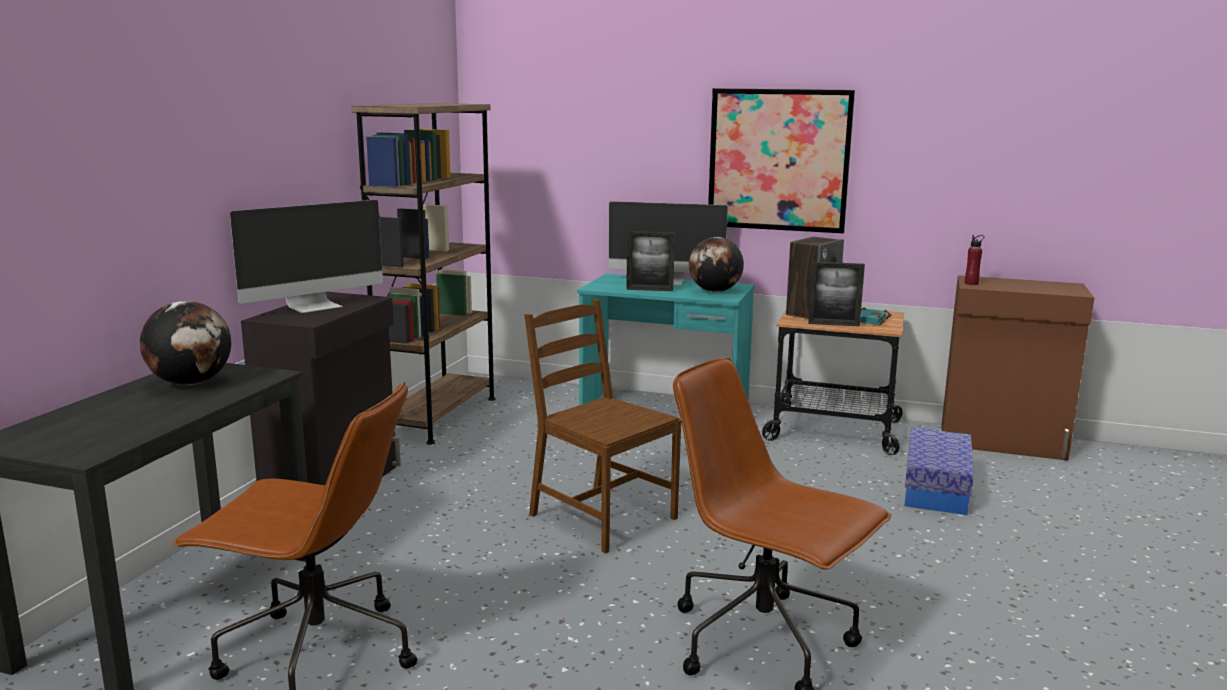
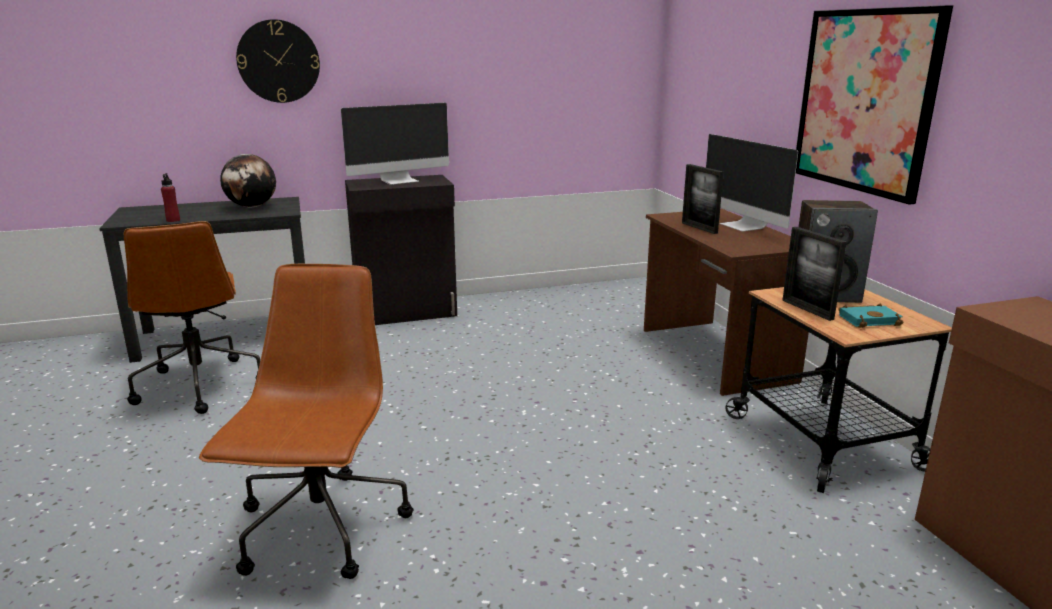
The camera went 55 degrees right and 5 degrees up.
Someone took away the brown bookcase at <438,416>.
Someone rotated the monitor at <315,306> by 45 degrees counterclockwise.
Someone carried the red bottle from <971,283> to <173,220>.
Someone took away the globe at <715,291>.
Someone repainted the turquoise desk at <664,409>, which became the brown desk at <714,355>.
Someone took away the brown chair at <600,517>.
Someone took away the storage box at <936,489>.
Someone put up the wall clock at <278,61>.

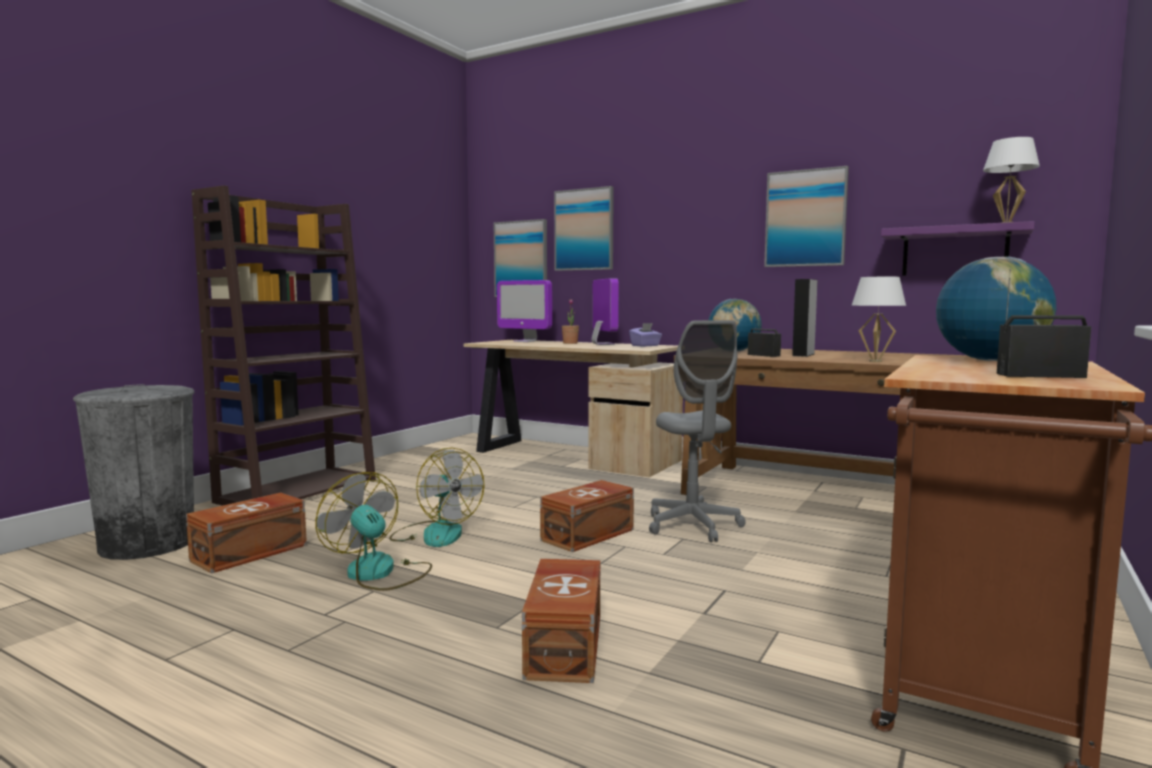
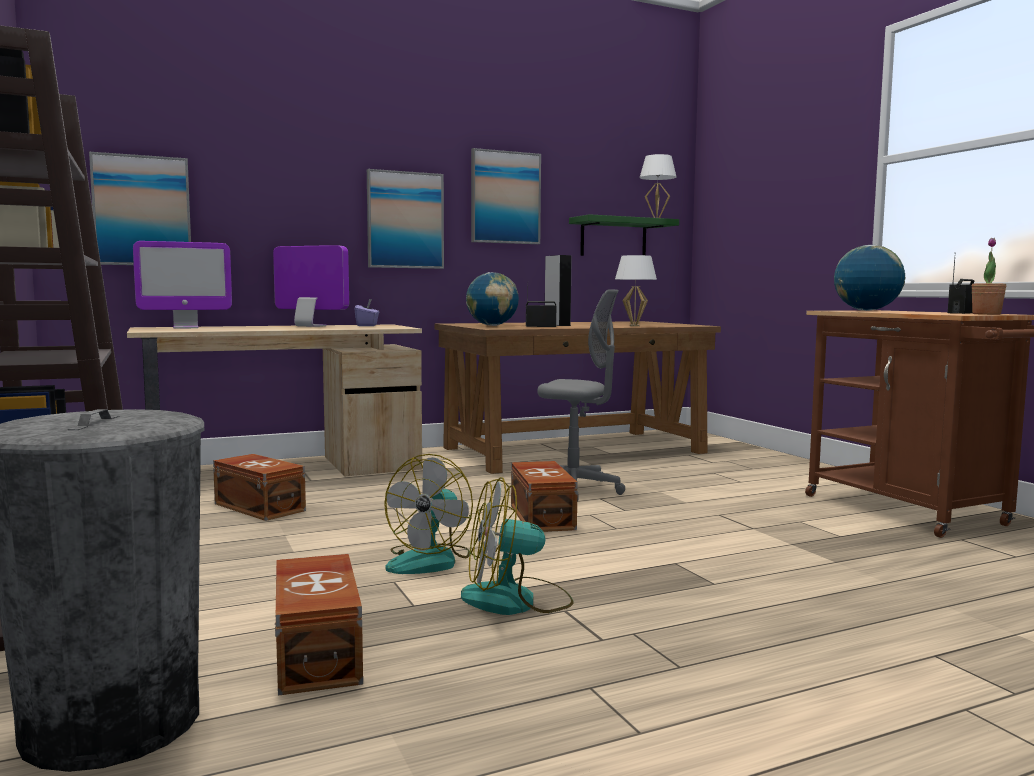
The camera went 55 degrees left and 0 degrees up.
Someone carried the picture from <584,230> to <405,220>.
Someone repainted the purple shelf at <954,252>, which became the green shelf at <613,238>.
Someone carried the potted plant from <570,343> to <986,314>.
Someone rotated the fan at <435,533> by 120 degrees clockwise.
Someone carried the brown storage box from <567,645> to <260,506>.

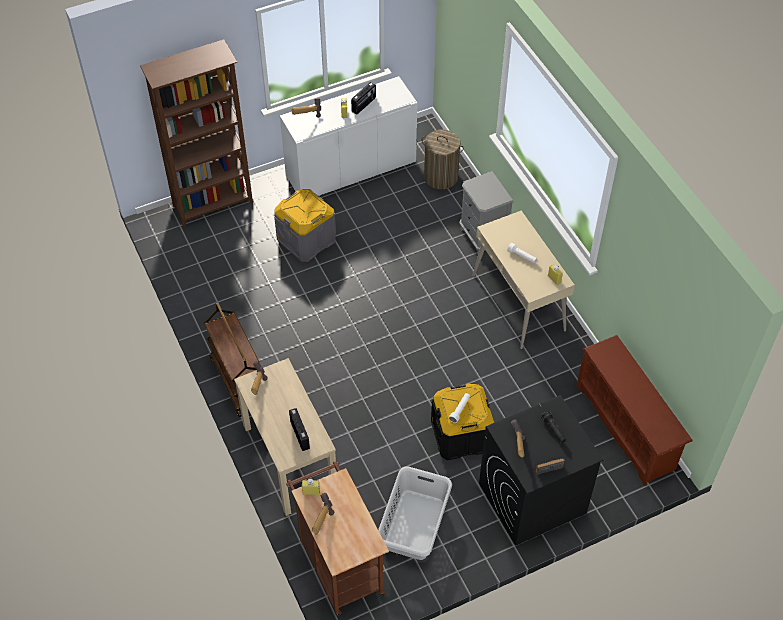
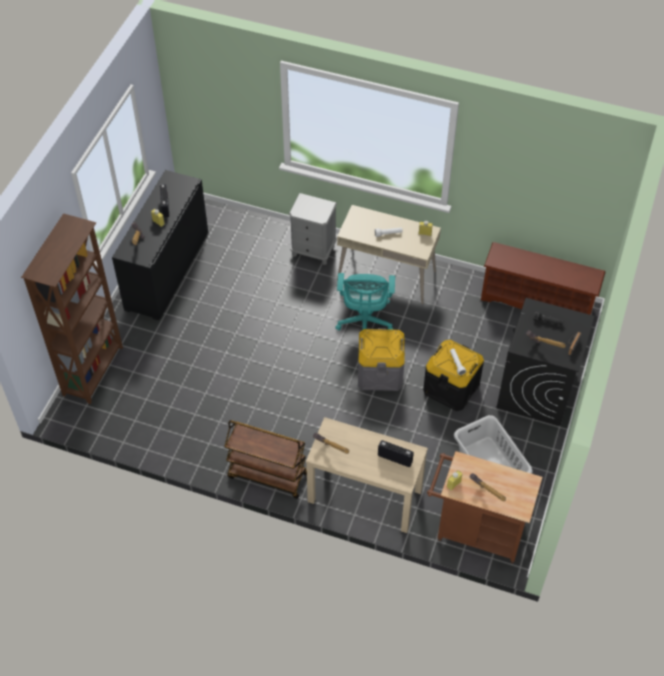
The camera went 45 degrees left and 0 degrees up.
Someone repainted the white cabinet at <351,169>, which became the black cabinet at <167,271>.
Someone took away the laundry basket at <441,177>.
Someone carried the grey storage box from <306,239> to <380,372>.
Someone put down the turquoise office chair at <364,324>.

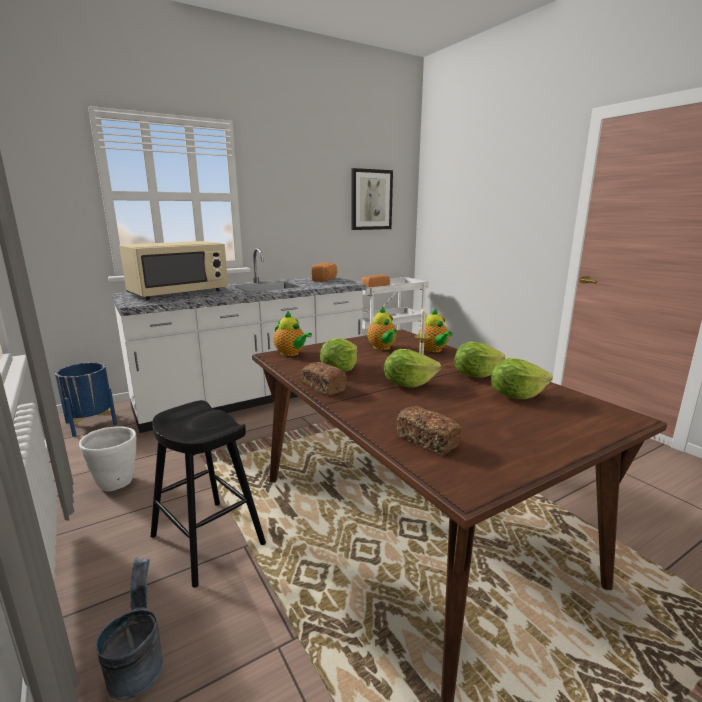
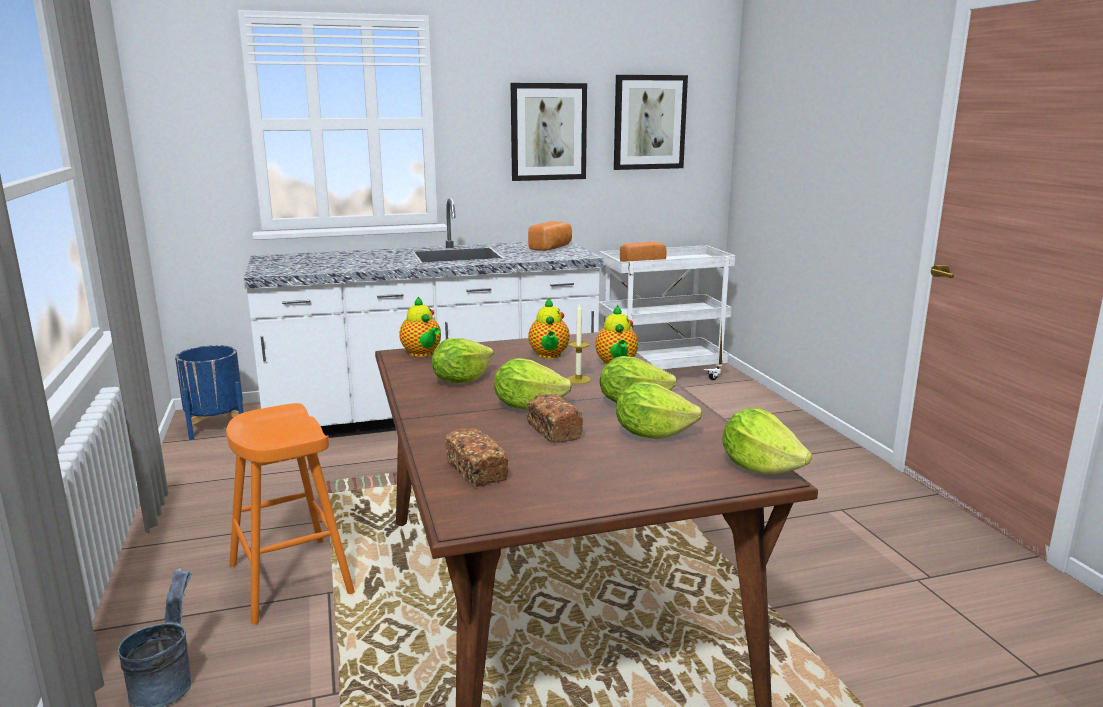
The camera went 15 degrees right and 0 degrees up.
Someone took away the beige microwave at <179,293>.
Someone carried the bread from <323,387> to <553,431>.
Someone repainted the black stool at <208,540>, which became the orange stool at <290,579>.
Someone took away the white planter at <116,483>.
Someone put up the picture at <548,132>.
Someone put down the lettuce at <760,468>.

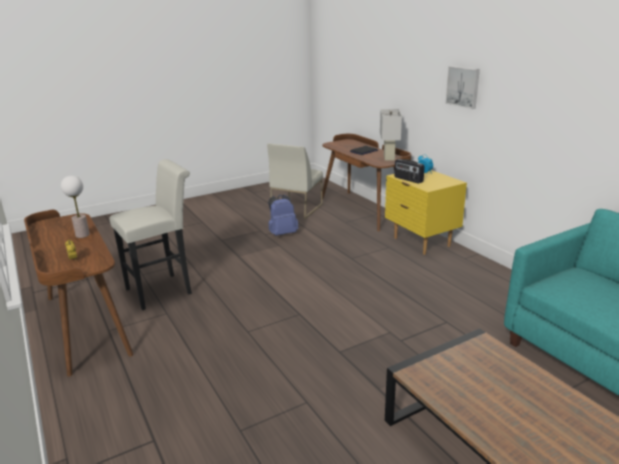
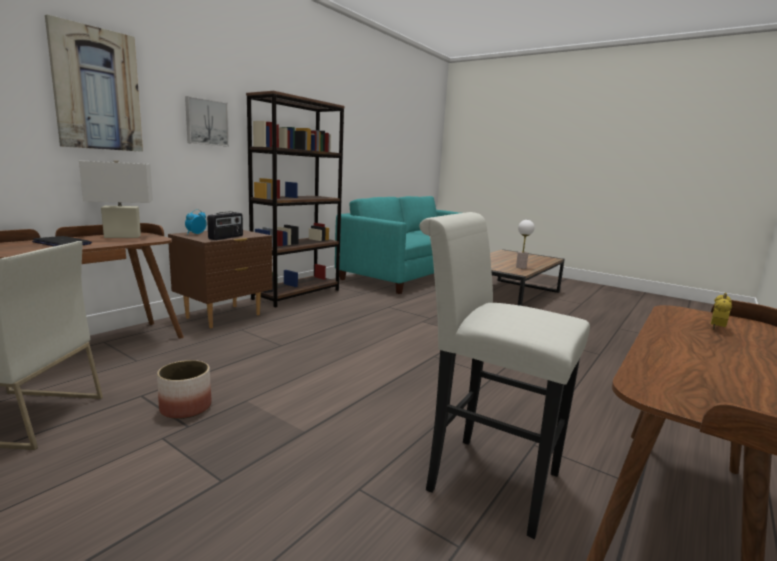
The camera went 115 degrees left and 10 degrees down.
Someone repainted the yellow nightstand at <421,242>, which became the brown nightstand at <224,316>.
Someone carried the table lamp from <82,235> to <521,267>.
Someone swapped the blue backpack at <282,233> for the planter at <185,408>.
Someone put up the picture at <97,90>.
Someone put down the brown bookcase at <297,294>.

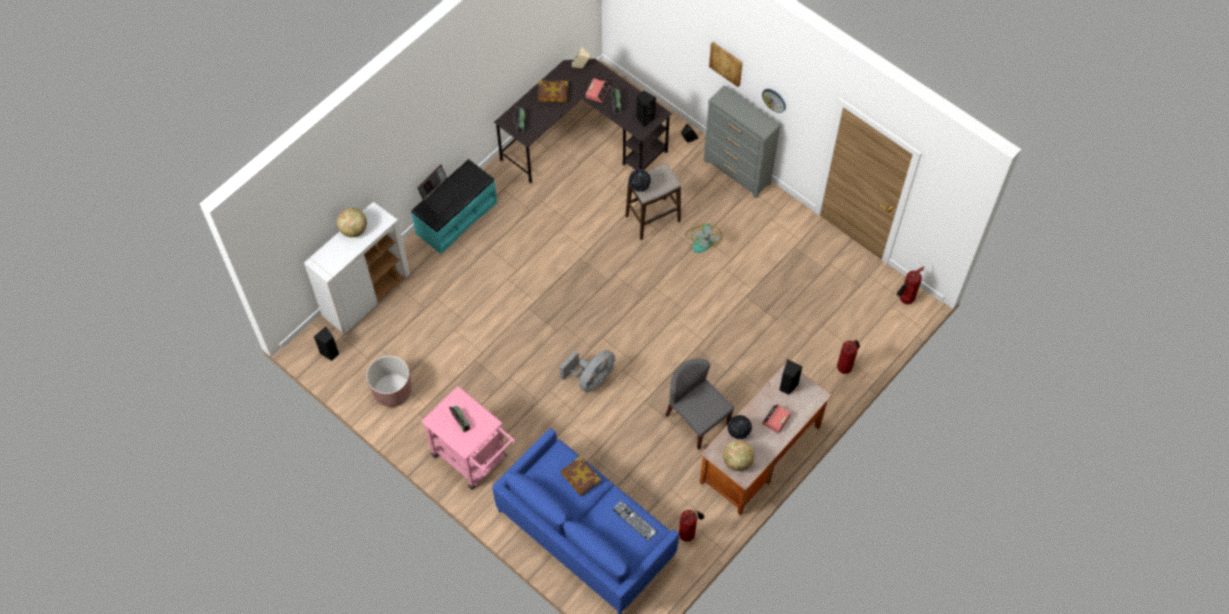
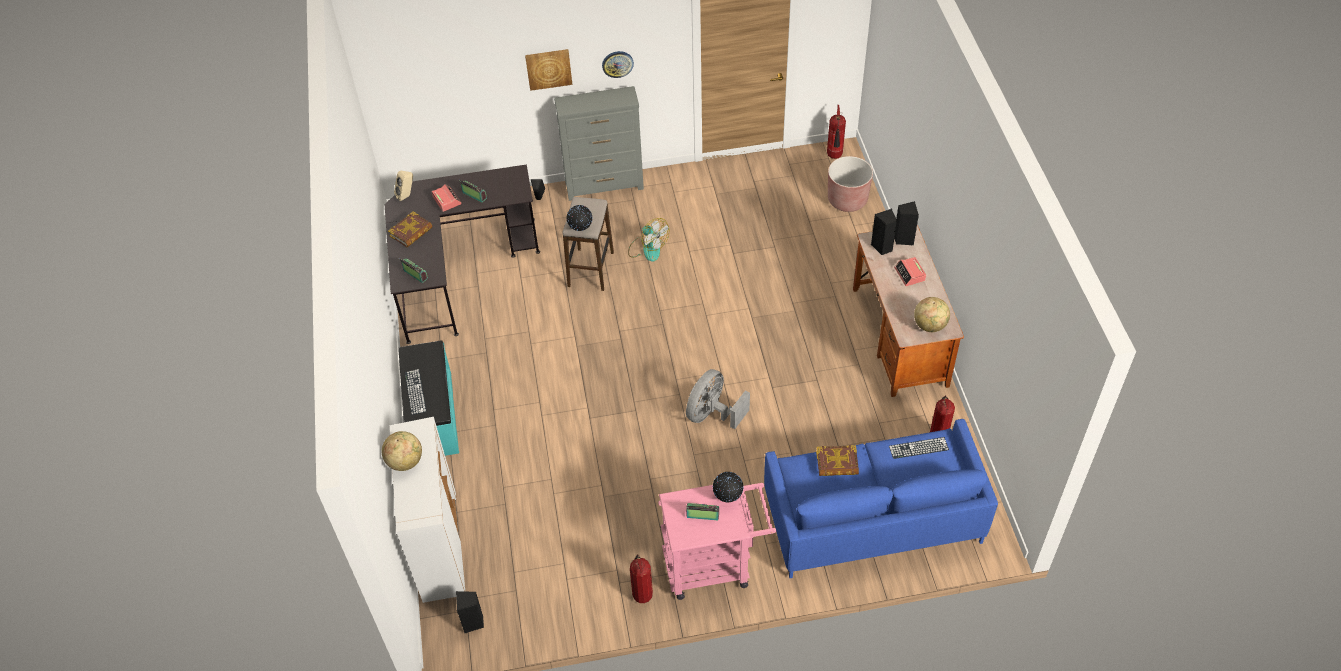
The camera went 50 degrees left and 10 degrees down.
Someone carried the black speaker from <645,119> to <903,239>.
Someone swapped the laptop at <442,195> for the keyboard at <415,392>.
Someone carried the fire extinguisher from <845,366> to <641,594>.
Someone rotated the grey fan at <591,379> by 135 degrees counterclockwise.
Someone carried the brown planter from <392,391> to <847,200>.
Someone took away the grey chair at <697,419>.
Someone carried the globe from <738,433> to <728,497>.

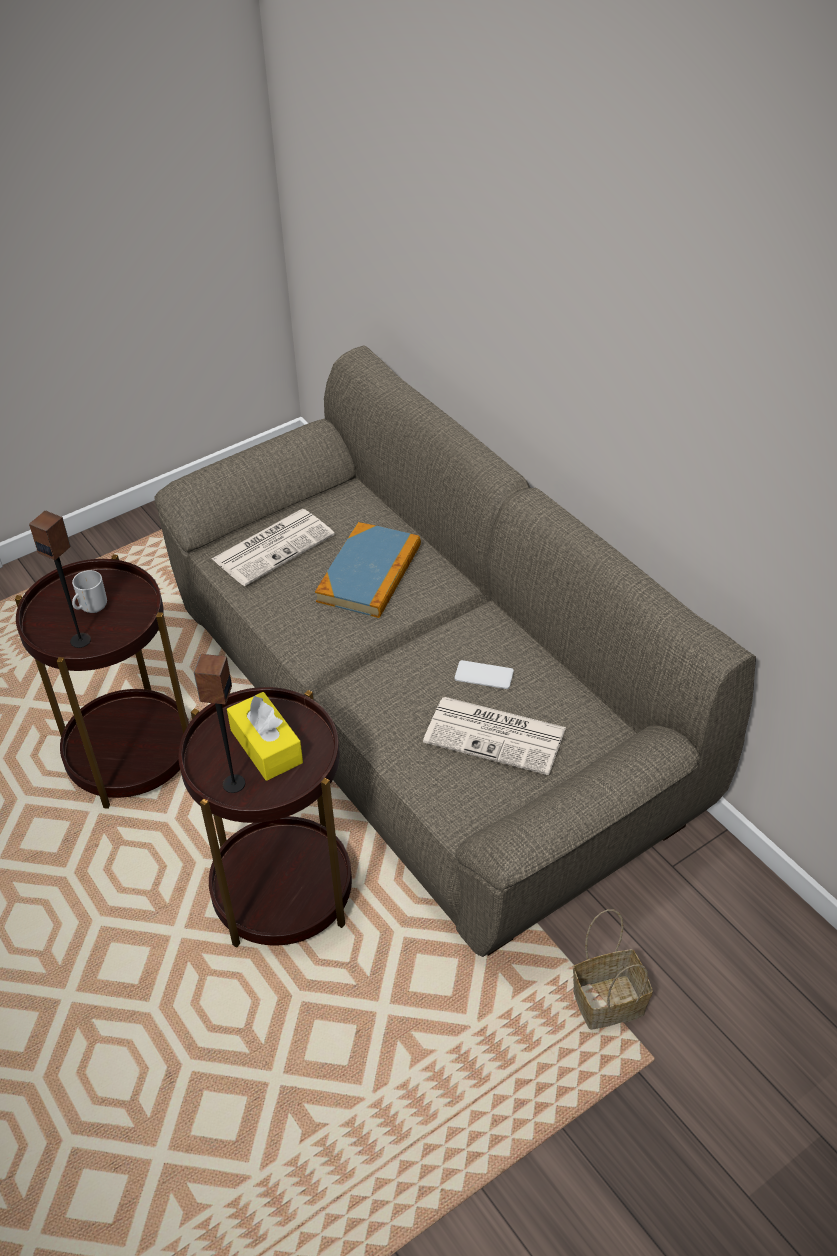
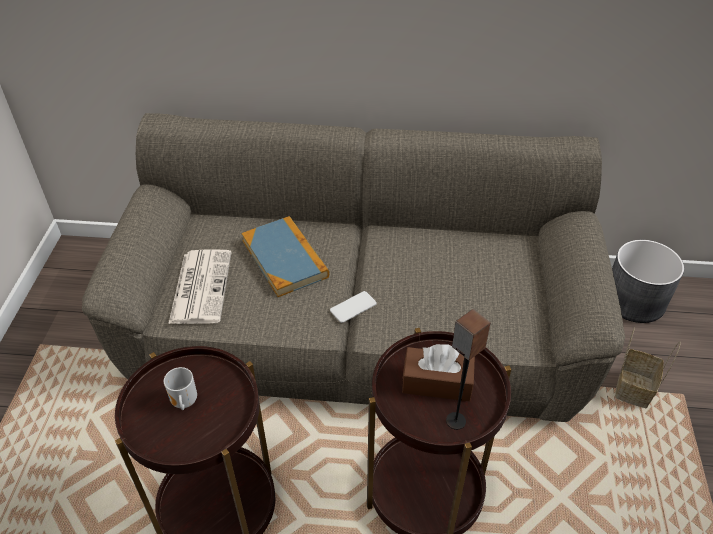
The camera went 50 degrees left and 0 degrees up.
Someone took away the speaker at <81,640>.
Someone carried the phone from <484,675> to <353,307>.
Someone repainted the yellow tissue box at <266,746>, which became the brown tissue box at <437,382>.
Someone took away the newspaper at <497,735>.
Someone put down the grey planter at <635,300>.

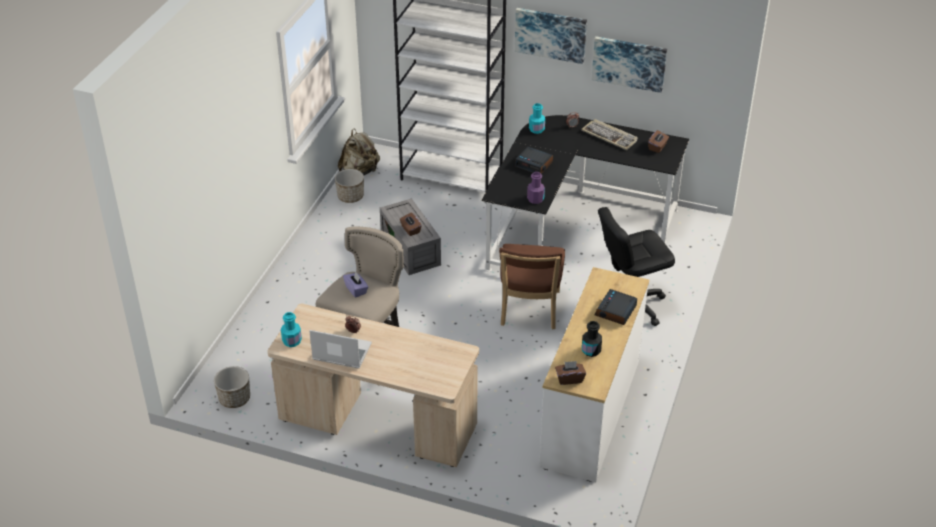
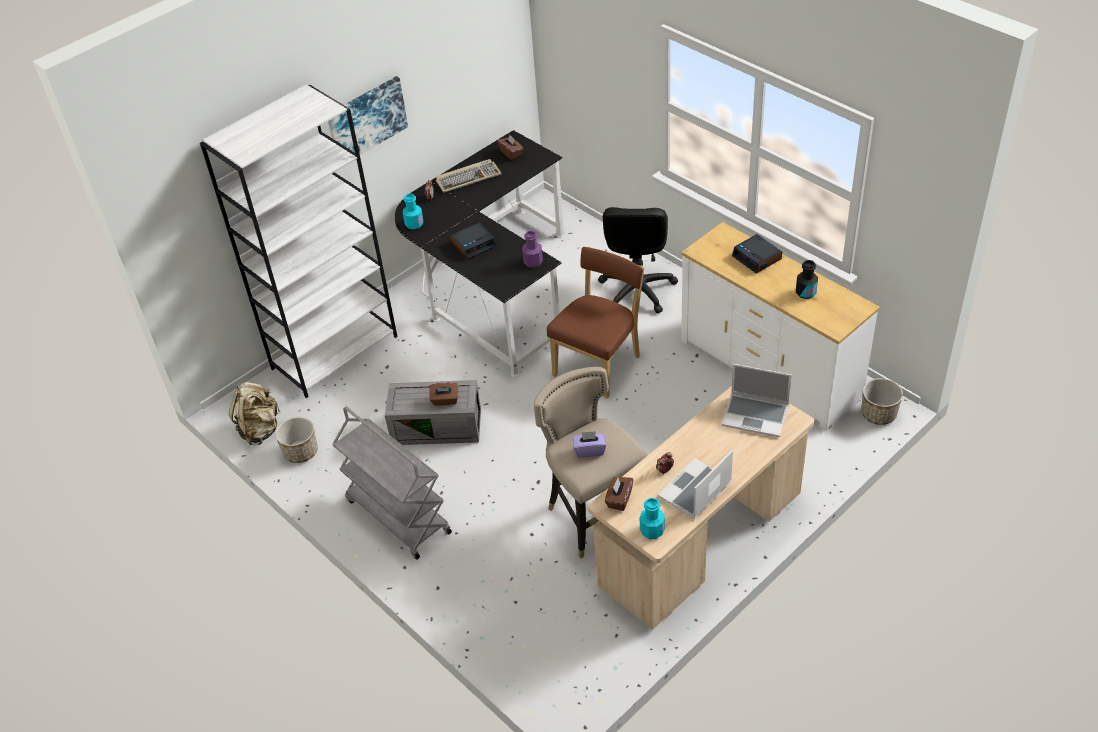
The camera went 60 degrees left and 5 degrees up.
Someone took away the picture at <629,63>.
Someone rotated the brown chair at <529,311> by 90 degrees counterclockwise.
Someone carried the brown tissue box from <569,379> to <619,499>.
Someone carried the planter from <234,398> to <878,414>.
Someone put down the laptop at <756,416>.
Someone put down the grey cart at <397,516>.

